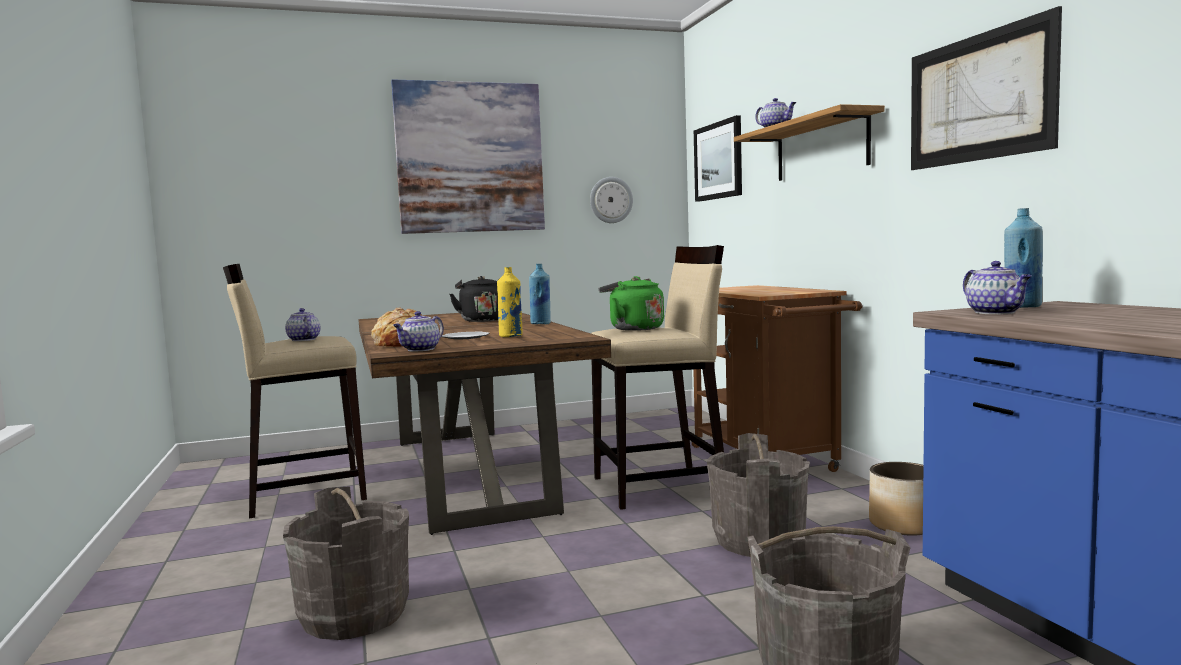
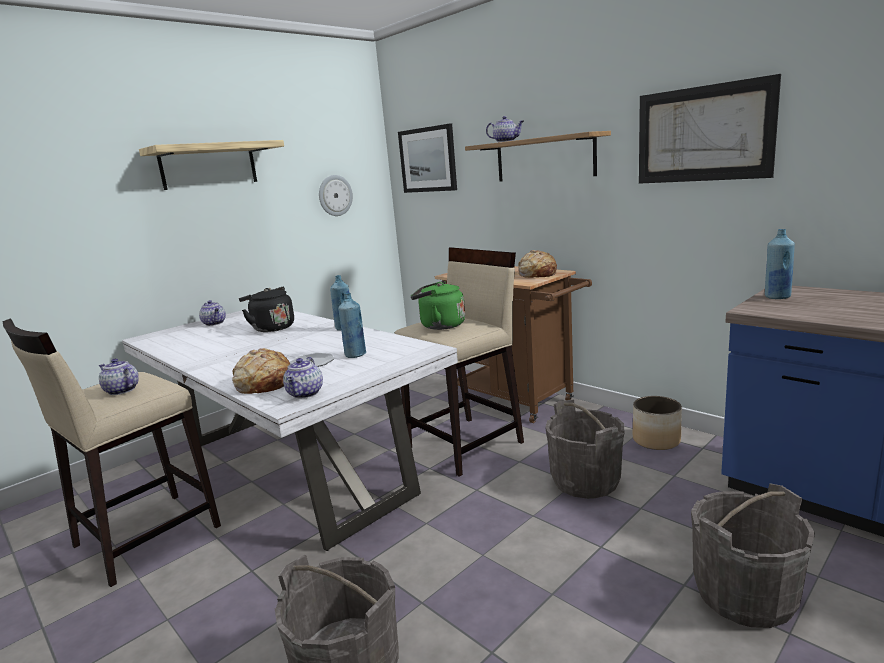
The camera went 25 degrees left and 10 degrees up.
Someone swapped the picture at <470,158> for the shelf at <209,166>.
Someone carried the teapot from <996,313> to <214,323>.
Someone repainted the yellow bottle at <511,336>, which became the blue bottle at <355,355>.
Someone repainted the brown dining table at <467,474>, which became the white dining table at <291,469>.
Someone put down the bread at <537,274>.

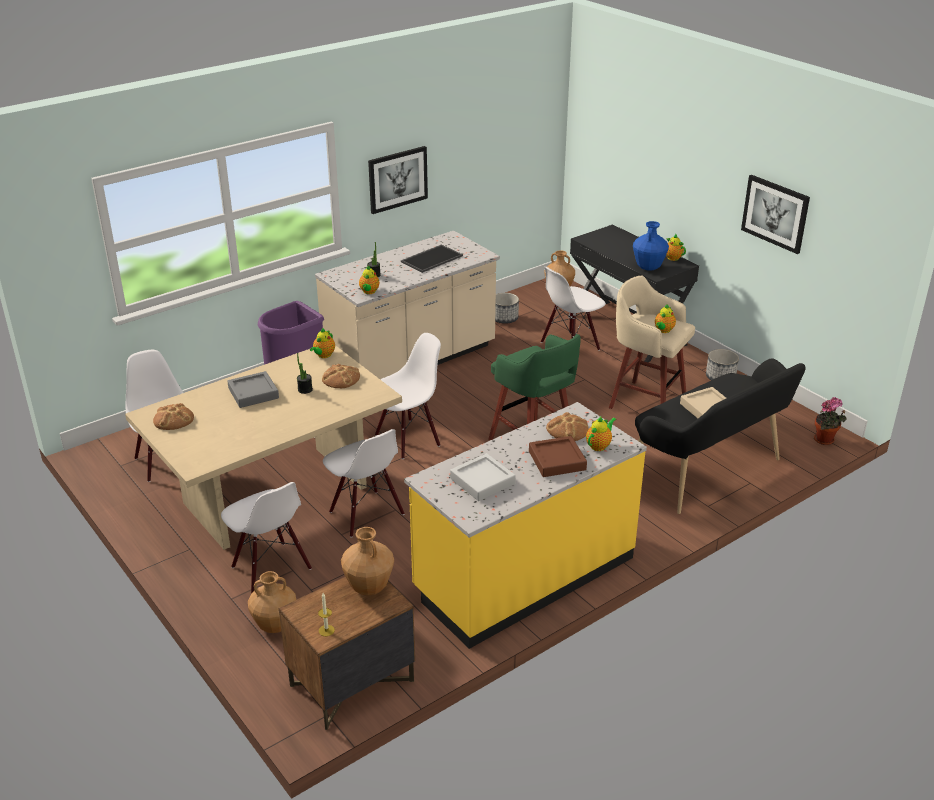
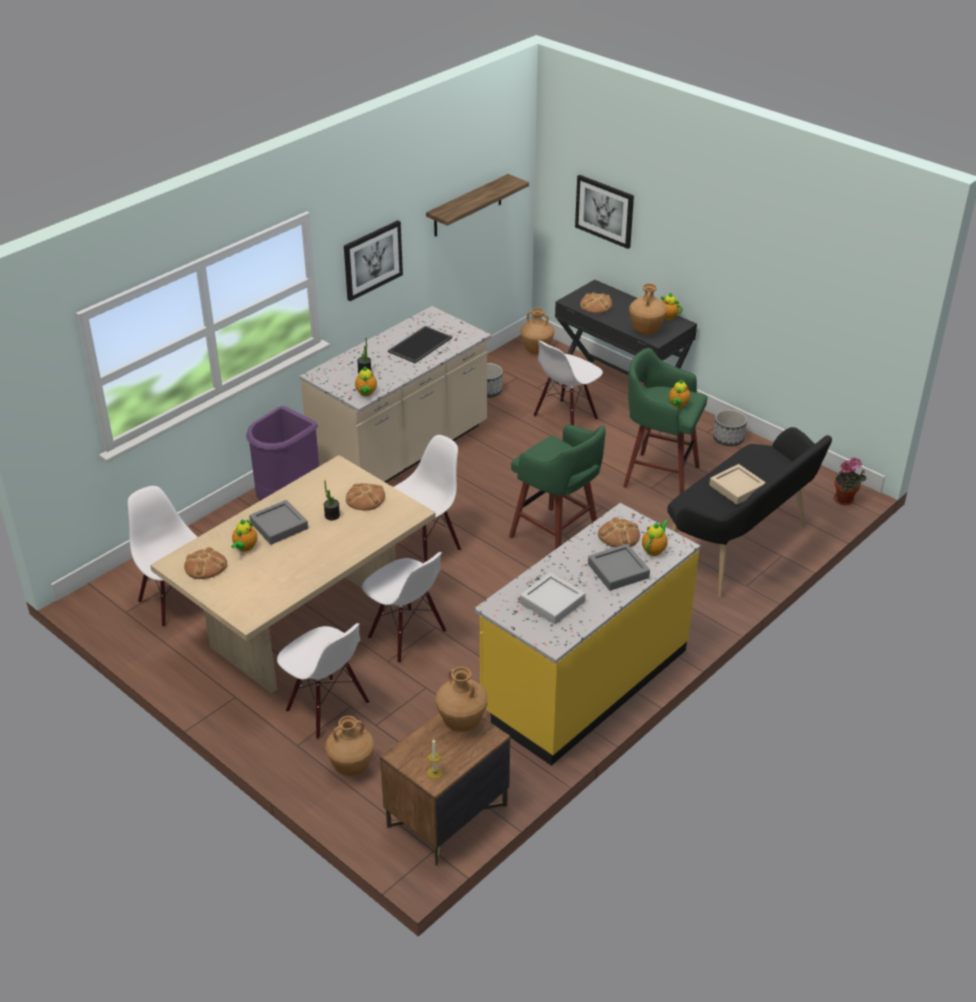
The camera went 10 degrees left and 5 degrees up.
Someone carried the picture from <775,213> to <604,211>.
Someone repainted the blue vase at <648,268>, which became the brown vase at <646,331>.
Someone repainted the beige stool at <645,402>, which became the green stool at <658,476>.
Someone carried the teapot from <323,355> to <245,548>.
Someone repainted the brown tray at <557,460>, which became the grey tray at <618,571>.
Someone put up the shelf at <468,206>.
Someone put down the bread at <596,305>.

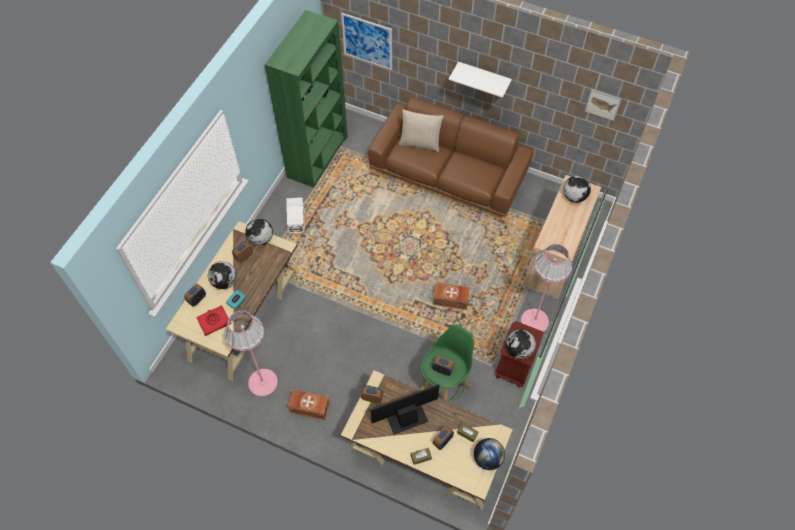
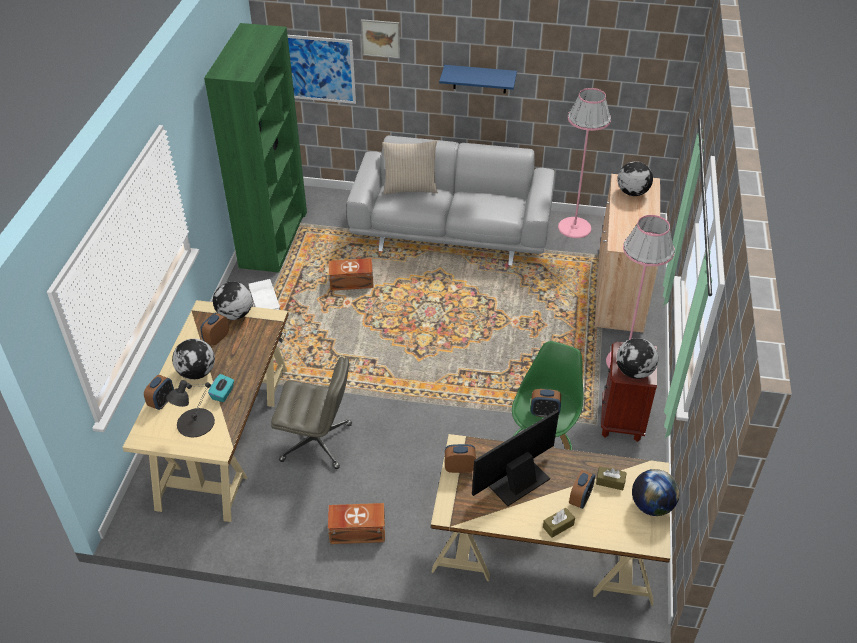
The camera went 15 degrees left and 15 degrees down.
Someone repainted the white shelf at <484,77>, which became the blue shelf at <480,79>.
Someone carried the picture from <602,104> to <380,38>.
Someone repainted the brown sofa at <448,176>, which became the grey sofa at <452,230>.
Someone carried the brown storage box from <451,300> to <352,283>.
Someone swapped the red book at <214,321> for the black table lamp at <195,423>.
Someone carried the pink floor lamp from <263,382> to <574,227>.
Someone put down the grey office chair at <317,442>.

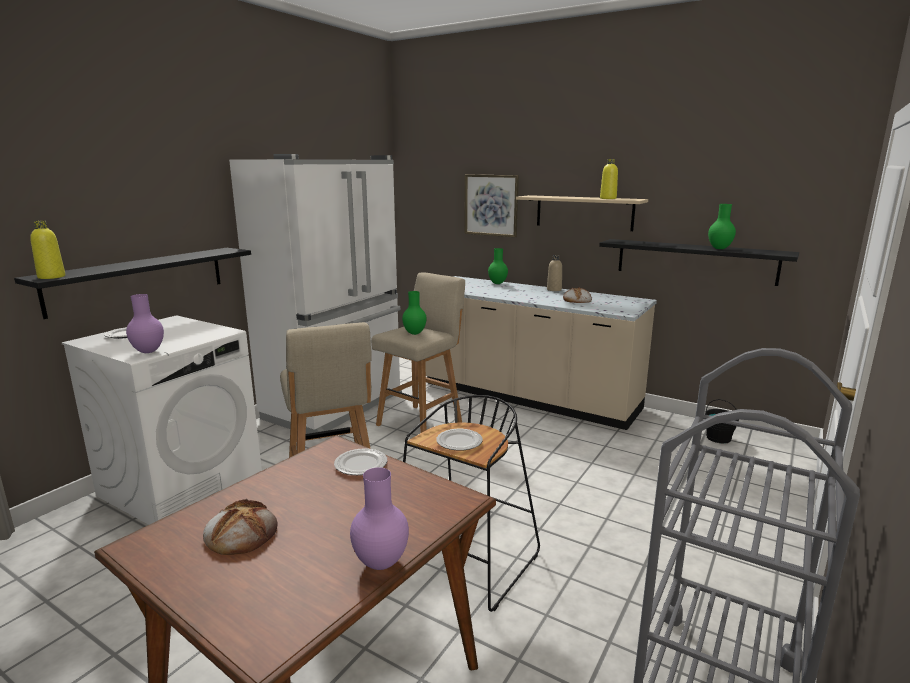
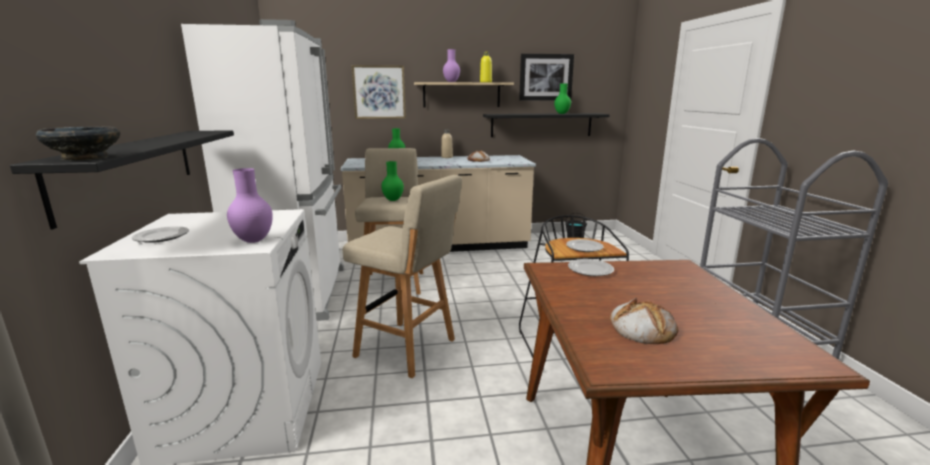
The camera went 40 degrees left and 0 degrees up.
Someone swapped the yellow bottle at <51,277> for the black bowl at <85,158>.
Someone carried the purple vase from <380,564> to <451,82>.
Someone put up the picture at <546,77>.

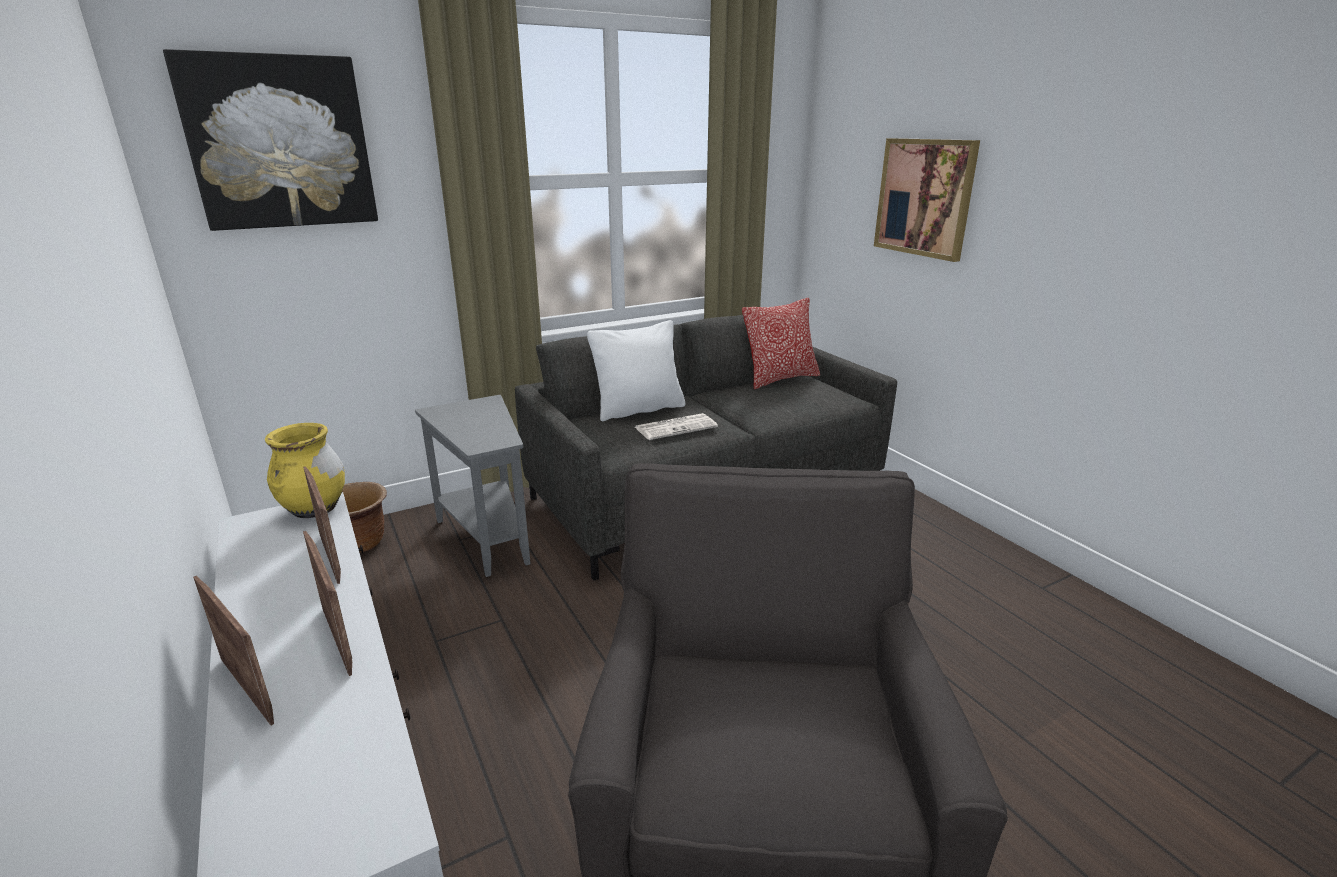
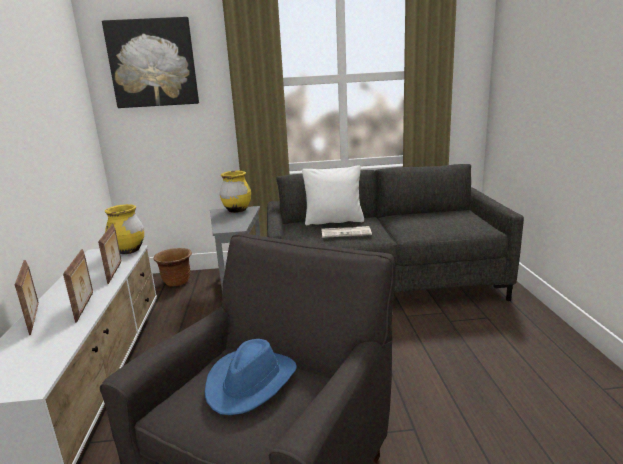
The camera went 25 degrees right and 5 degrees down.
Someone took away the picture at <924,197>.
Someone took away the pillow at <780,379>.
Someone put down the yellow vase at <237,210>.
Someone put down the blue hat at <251,382>.

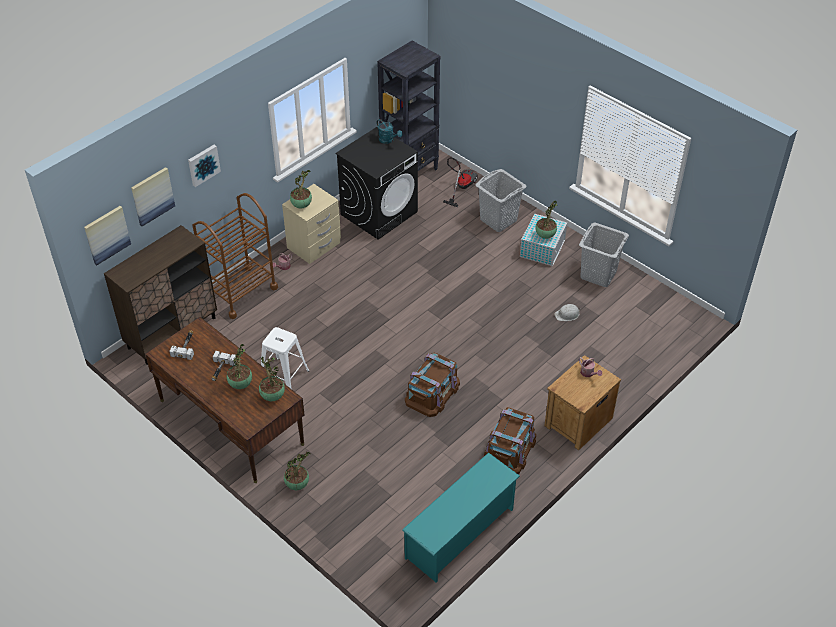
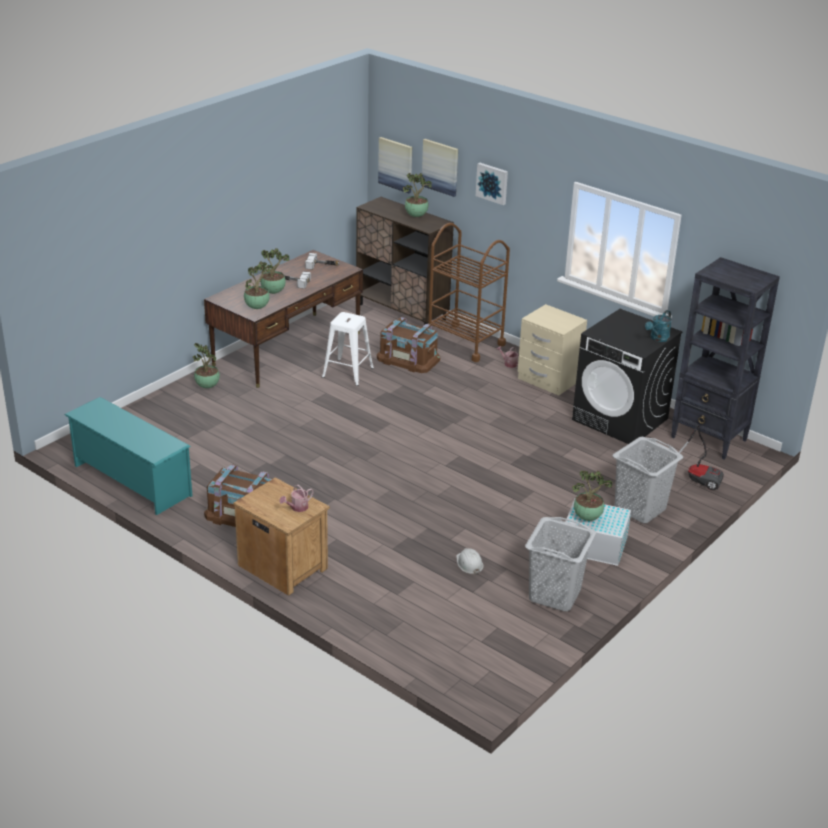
The camera went 85 degrees right and 15 degrees down.
Someone carried the potted plant from <302,205> to <417,216>.
Someone carried the brown storage box from <432,392> to <408,359>.

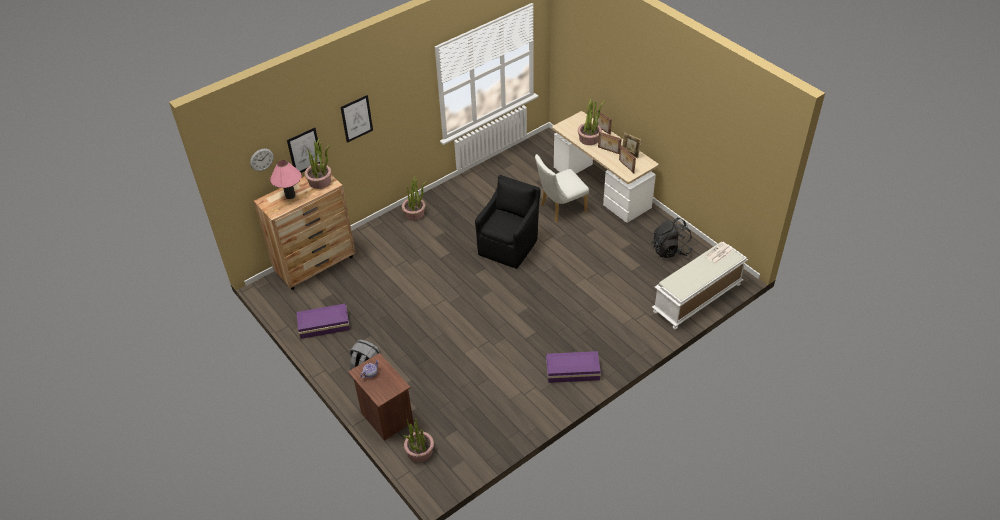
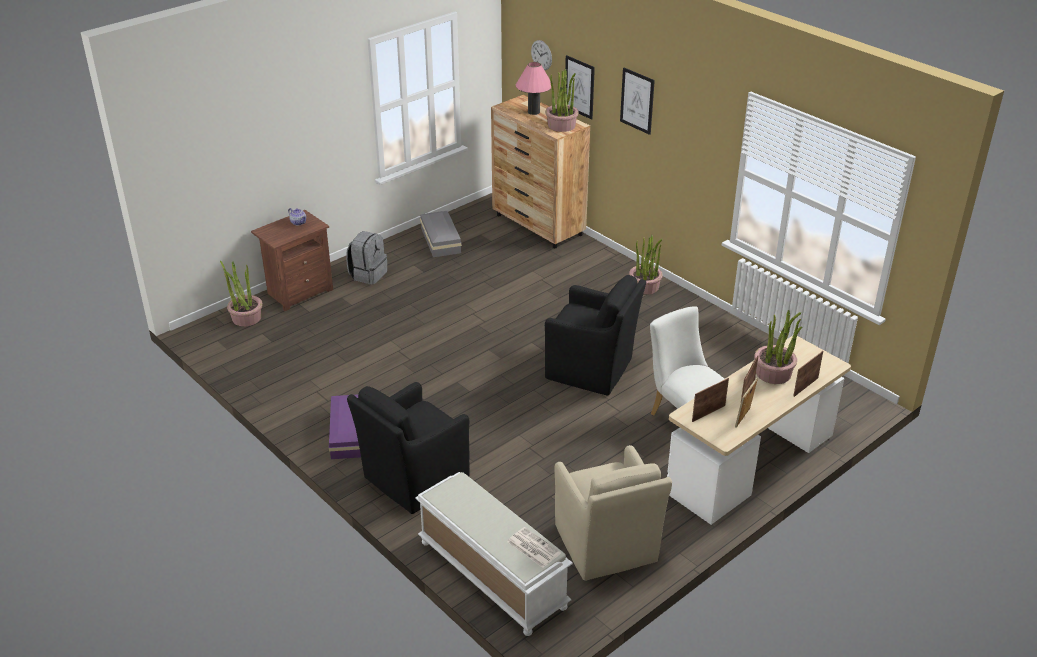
The camera went 85 degrees right and 10 degrees down.
Someone swapped the black backpack at <670,250> for the beige armchair at <606,546>.
Someone repainted the purple storage box at <323,325>, which became the grey storage box at <441,240>.
Someone put down the black armchair at <413,479>.

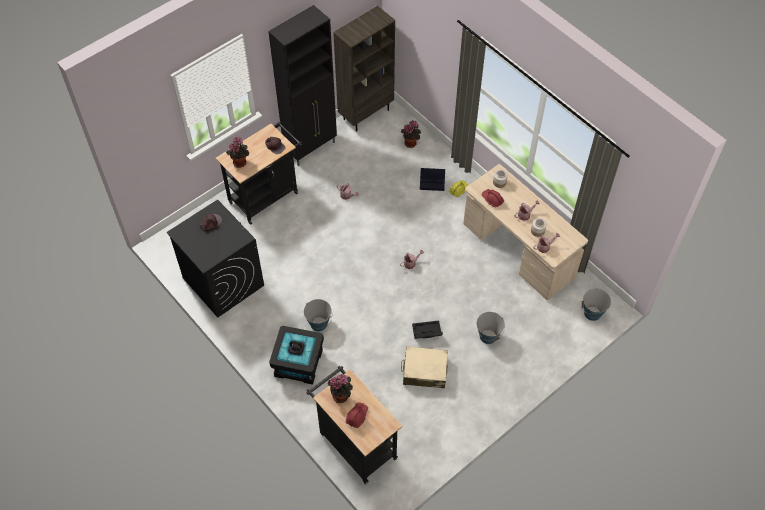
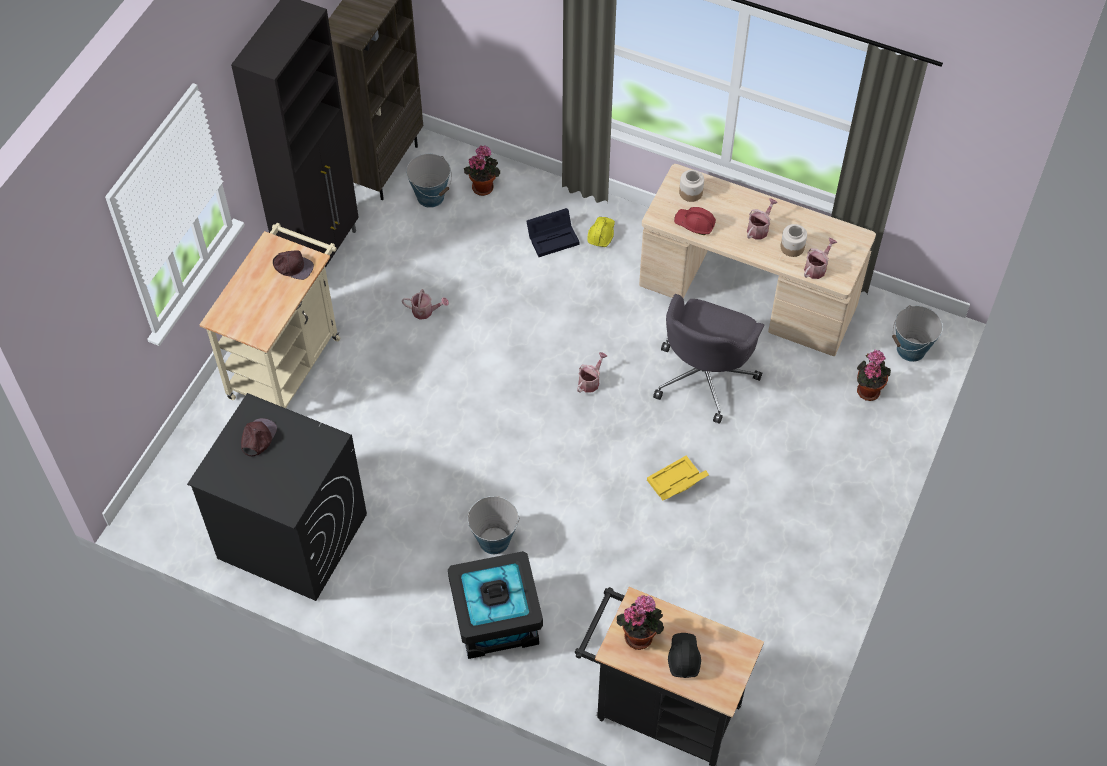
The camera went 25 degrees left and 0 degrees up.
Someone repainted the black cart at <267,195>, which became the beige cart at <288,361>.
Someone carried the potted plant from <240,161> to <868,389>.
Someone carried the bucket from <488,336> to <430,196>.
Someone repainted the black storage box at <426,333>, which became the yellow storage box at <675,483>.
Someone took away the beige suitcase at <424,371>.
Someone repainted the red hard hat at <357,416>, which became the black hard hat at <683,658>.
Someone put down the grey office chair at <704,376>.

